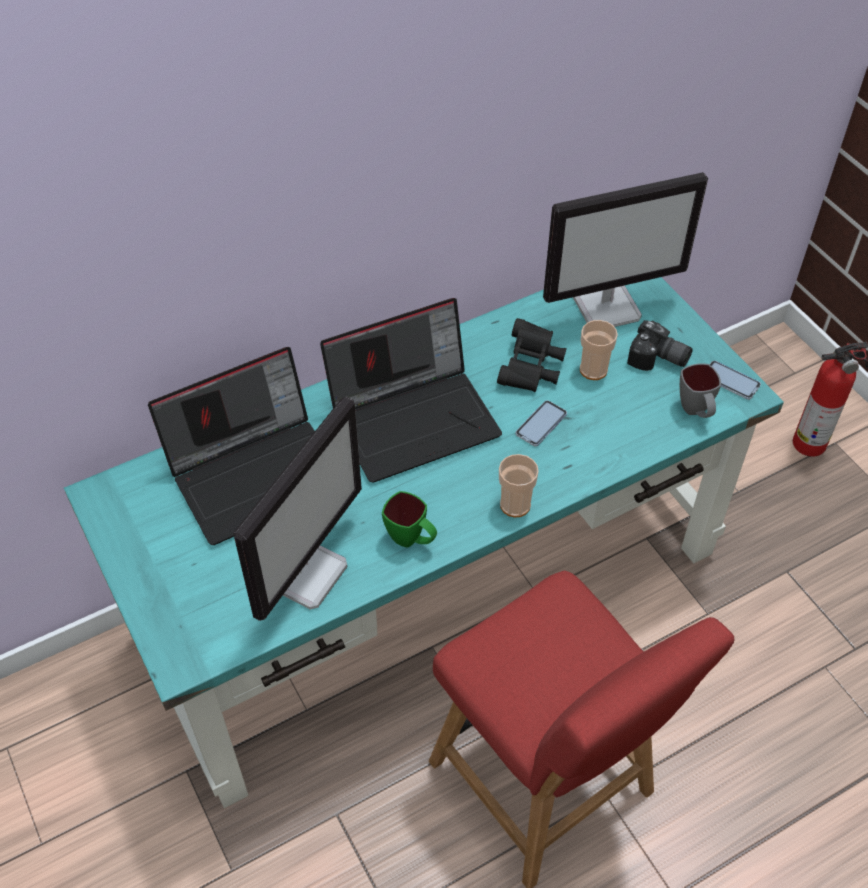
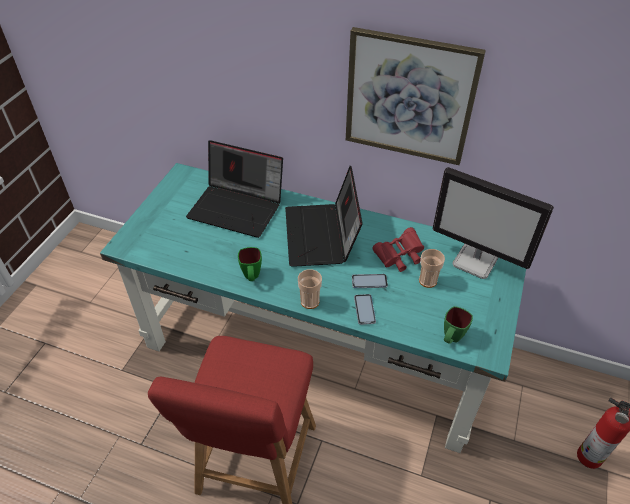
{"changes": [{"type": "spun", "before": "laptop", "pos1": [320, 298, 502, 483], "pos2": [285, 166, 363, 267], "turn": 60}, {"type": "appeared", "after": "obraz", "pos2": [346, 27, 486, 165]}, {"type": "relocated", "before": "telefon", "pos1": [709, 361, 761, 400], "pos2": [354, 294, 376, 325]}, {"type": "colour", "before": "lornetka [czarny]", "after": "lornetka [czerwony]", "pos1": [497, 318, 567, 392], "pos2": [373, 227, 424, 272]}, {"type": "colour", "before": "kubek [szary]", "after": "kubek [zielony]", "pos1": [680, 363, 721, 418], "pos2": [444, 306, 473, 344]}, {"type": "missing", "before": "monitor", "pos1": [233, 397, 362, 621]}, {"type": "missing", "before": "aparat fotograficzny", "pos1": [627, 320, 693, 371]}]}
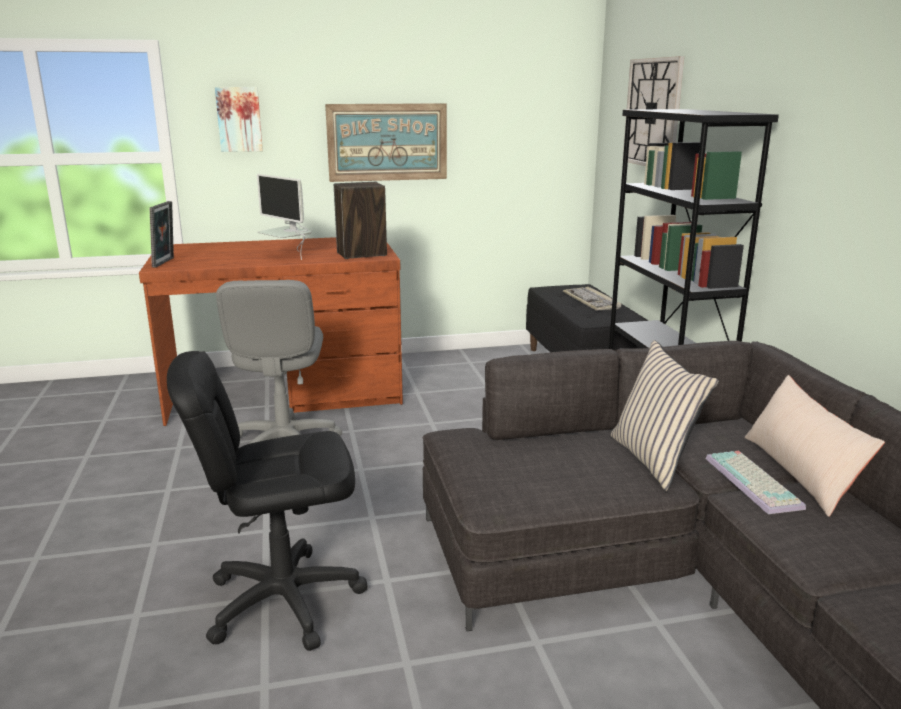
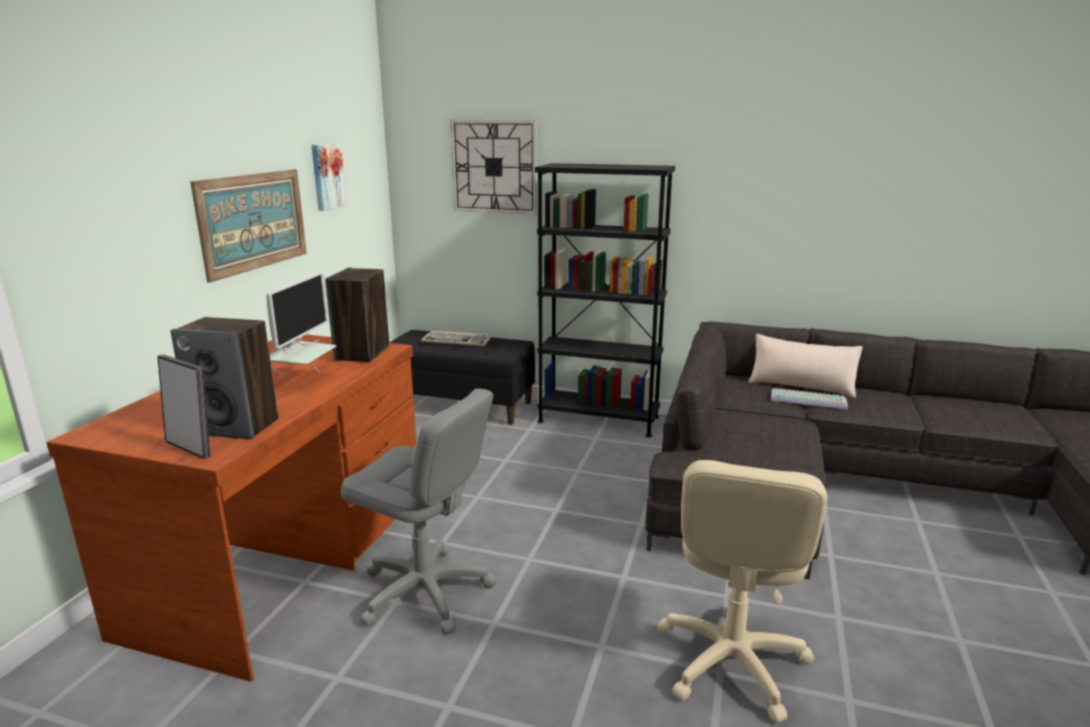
{"changes": [{"type": "appeared", "after": "głośnik", "pos2": [171, 317, 278, 440]}, {"type": "spun", "before": "monitor", "pos1": [257, 174, 312, 260], "pos2": [267, 272, 336, 380], "turn": -60}, {"type": "relocated", "before": "obraz", "pos1": [215, 87, 263, 152], "pos2": [311, 143, 347, 211]}, {"type": "colour", "before": "krzesło biurowe [czarny]", "after": "krzesło biurowe [beżowy]", "pos1": [167, 351, 368, 651], "pos2": [657, 460, 827, 723]}, {"type": "missing", "before": "poduszka [beżowy]", "pos1": [611, 340, 719, 491]}]}
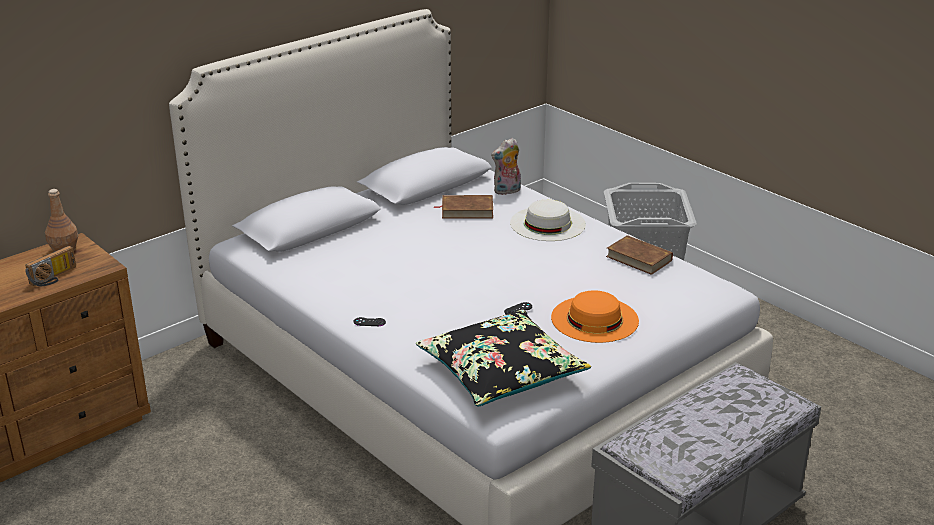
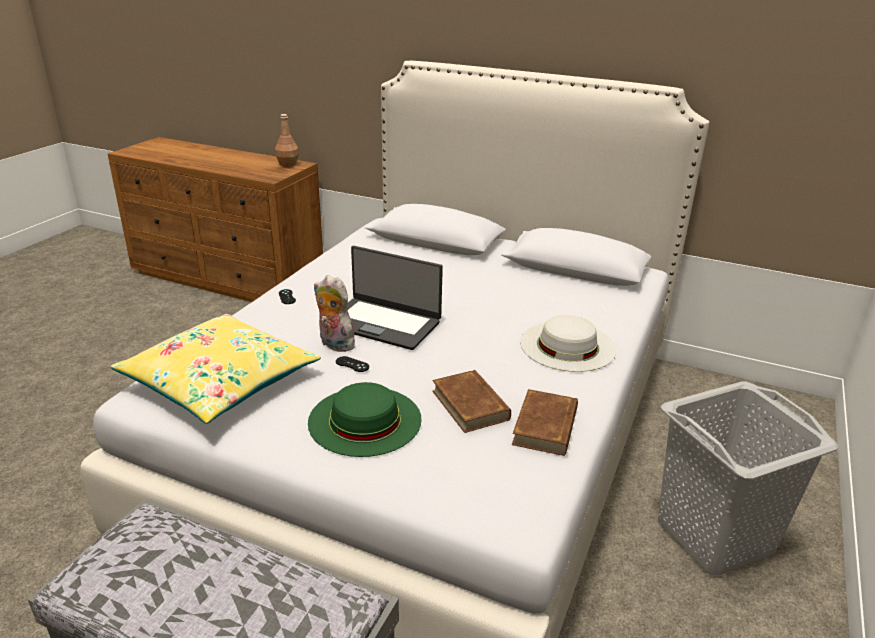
{"changes": [{"type": "colour", "before": "poduszka [czarny]", "after": "poduszka [żółty]", "pos1": [416, 310, 591, 406], "pos2": [110, 314, 321, 424]}, {"type": "colour", "before": "kapelusz [pomarańczowy]", "after": "kapelusz [zielony]", "pos1": [551, 290, 639, 343], "pos2": [308, 382, 422, 457]}, {"type": "relocated", "before": "pluszak", "pos1": [491, 138, 521, 195], "pos2": [314, 275, 355, 352]}, {"type": "appeared", "after": "laptop", "pos2": [347, 246, 443, 350]}, {"type": "relocated", "before": "książka [brązowy]", "pos1": [433, 195, 493, 219], "pos2": [432, 370, 511, 433]}, {"type": "missing", "before": "radio", "pos1": [25, 246, 76, 286]}]}
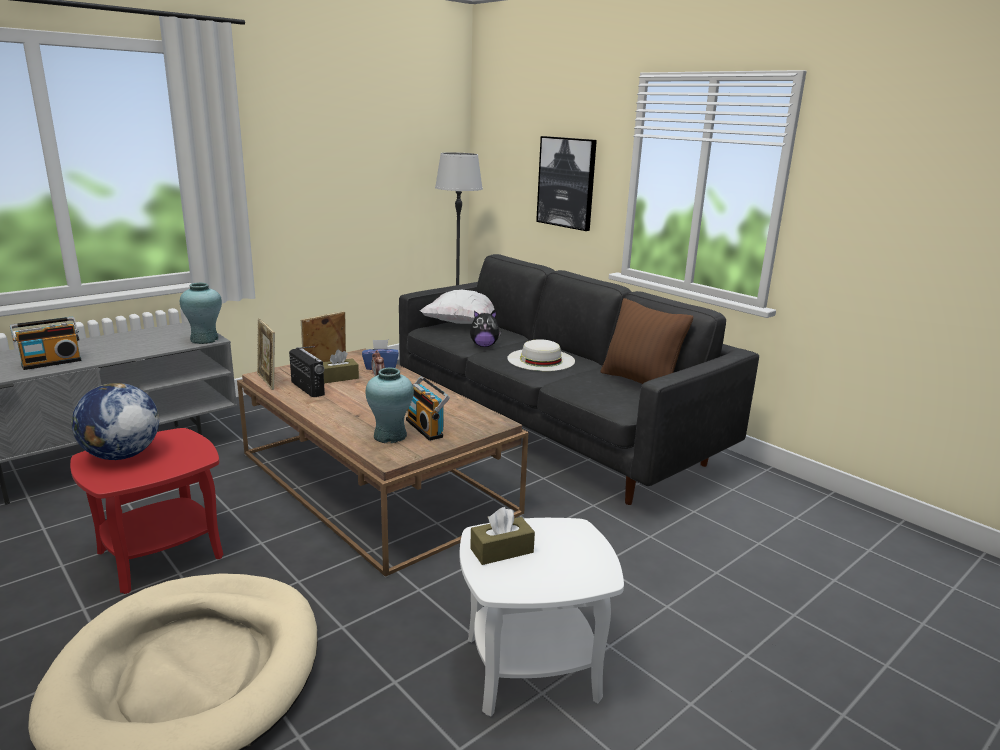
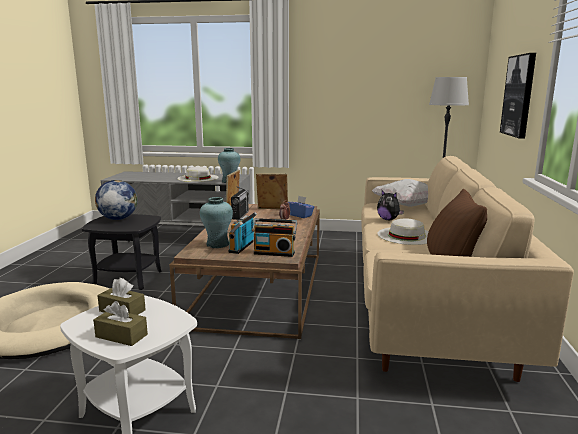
{"changes": [{"type": "colour", "before": "stolik [czerwony]", "after": "stolik [czarny]", "pos1": [70, 428, 224, 594], "pos2": [82, 214, 162, 290]}, {"type": "relocated", "before": "pudełko chusteczek [brązowy]", "pos1": [323, 350, 359, 383], "pos2": [93, 301, 148, 346]}, {"type": "appeared", "after": "kapelusz [biały]", "pos2": [177, 167, 219, 182]}, {"type": "relocated", "before": "radio", "pos1": [10, 317, 82, 370], "pos2": [252, 218, 297, 257]}, {"type": "colour", "before": "kanapa [czarny]", "after": "kanapa [beżowy]", "pos1": [399, 254, 759, 505], "pos2": [361, 156, 574, 382]}]}
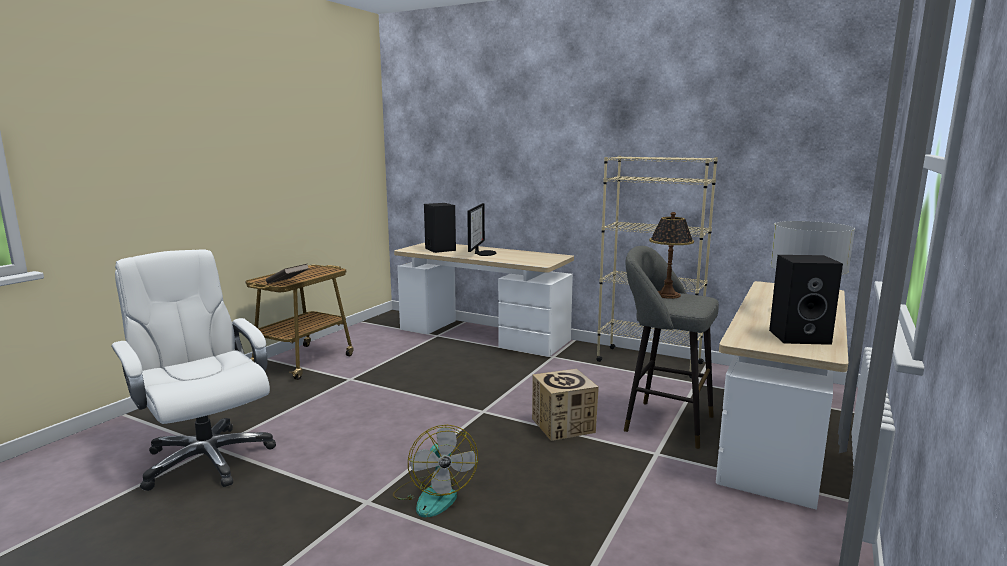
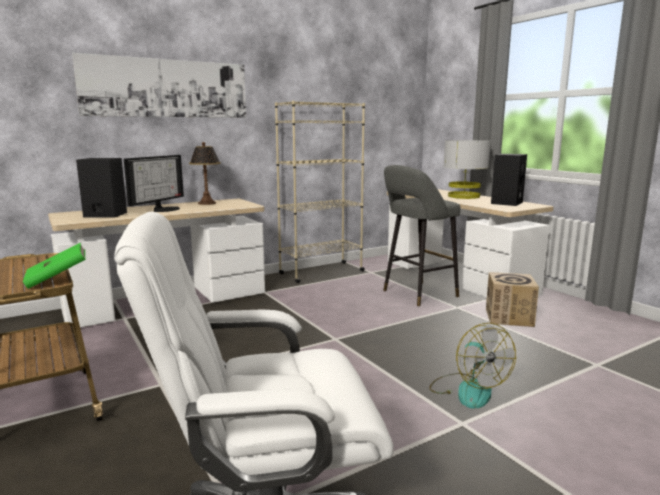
{"changes": [{"type": "colour", "before": "książka [brązowy]", "after": "książka [zielony]", "pos1": [266, 264, 309, 284], "pos2": [23, 243, 85, 289]}, {"type": "appeared", "after": "obraz", "pos2": [72, 53, 246, 118]}, {"type": "spun", "before": "monitor", "pos1": [467, 203, 496, 256], "pos2": [124, 155, 184, 212], "turn": 75}, {"type": "relocated", "before": "lampa stołowa", "pos1": [649, 212, 694, 299], "pos2": [189, 142, 221, 205]}, {"type": "spun", "before": "wentylator", "pos1": [393, 425, 478, 518], "pos2": [429, 323, 516, 409], "turn": 60}, {"type": "relocated", "before": "karton", "pos1": [532, 369, 599, 441], "pos2": [486, 272, 539, 327]}]}
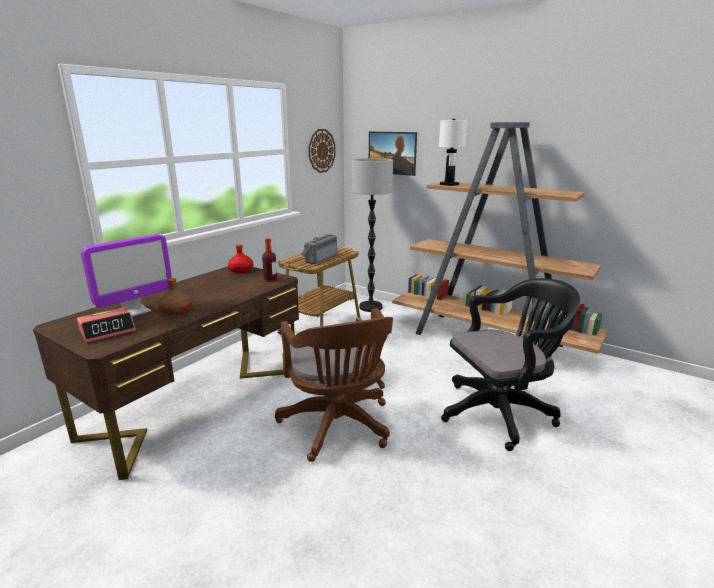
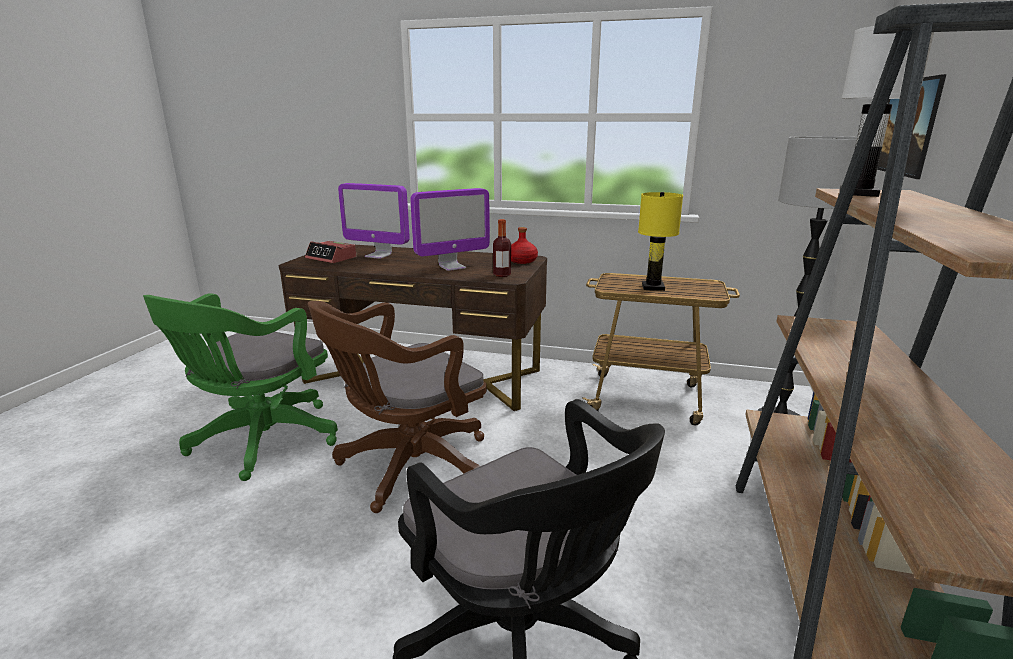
{"changes": [{"type": "appeared", "after": "krzesło biurowe [zielony]", "pos2": [143, 293, 338, 481]}, {"type": "appeared", "after": "monitor", "pos2": [411, 188, 490, 271]}, {"type": "exchanged", "before": "radio", "after": "lampa stołowa [żółty]", "pos1": [301, 234, 337, 264], "pos2": [638, 192, 683, 291]}, {"type": "missing", "before": "butelka [brązowy]", "pos1": [158, 278, 192, 315]}, {"type": "missing", "before": "zegar ścienny", "pos1": [309, 129, 336, 173]}]}
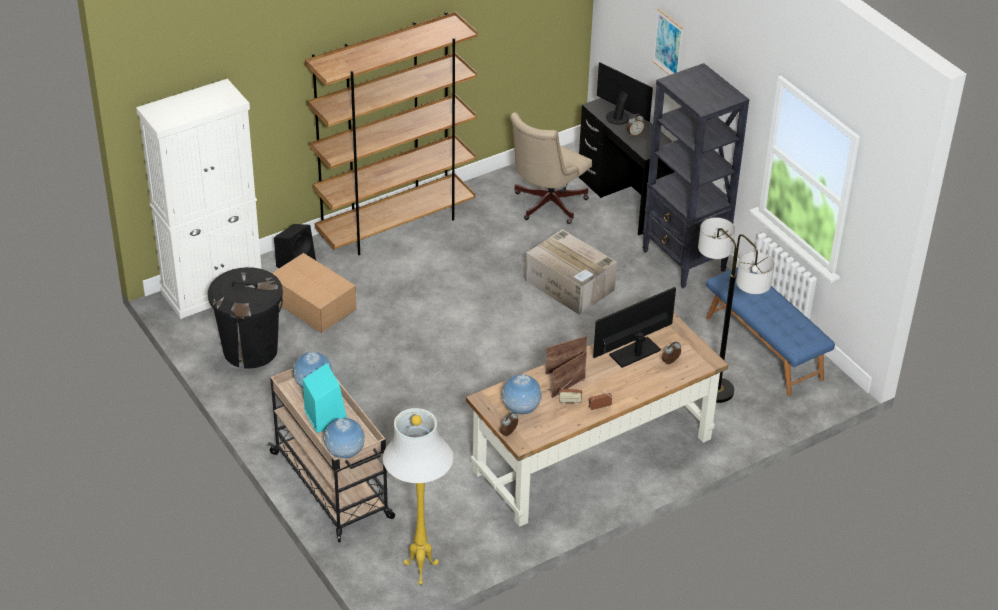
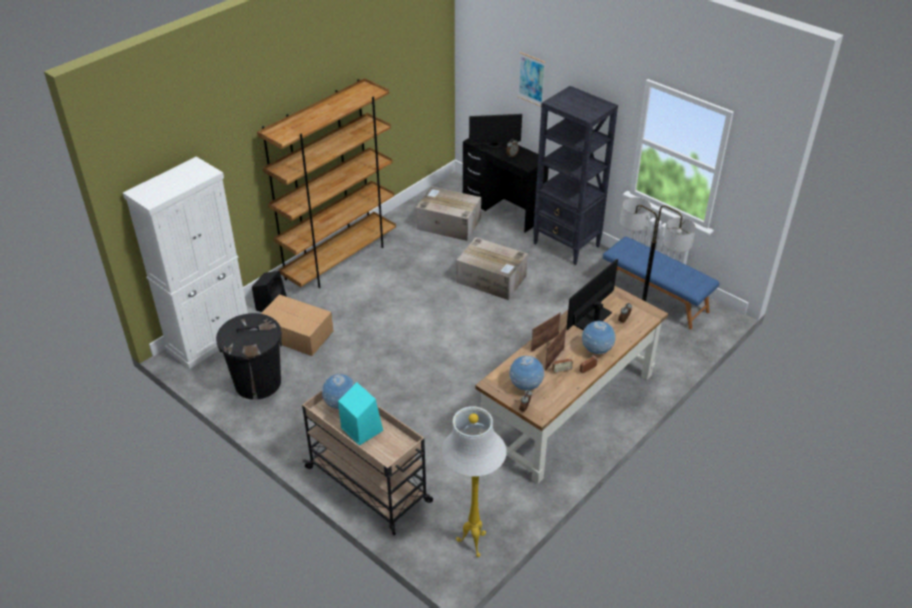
{"changes": [{"type": "exchanged", "before": "krzesło biurowe [beżowy]", "after": "karton", "pos1": [510, 112, 592, 224], "pos2": [416, 186, 481, 241]}, {"type": "spun", "before": "monitor", "pos1": [597, 62, 653, 125], "pos2": [469, 114, 522, 149], "turn": 150}, {"type": "relocated", "before": "globus", "pos1": [324, 418, 365, 459], "pos2": [582, 321, 615, 354]}]}
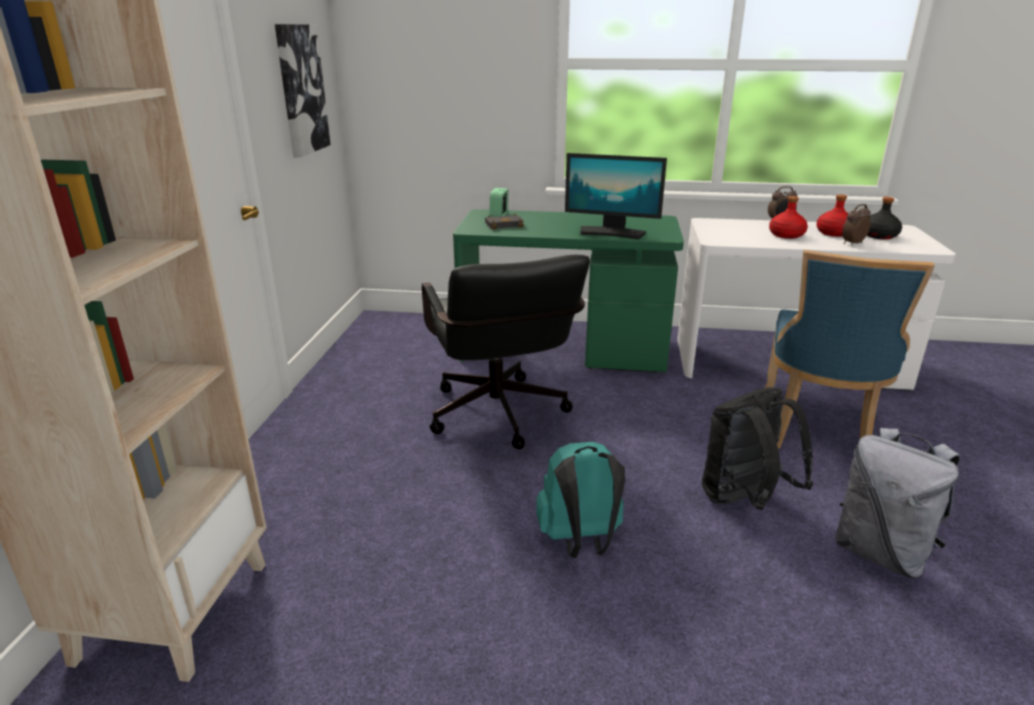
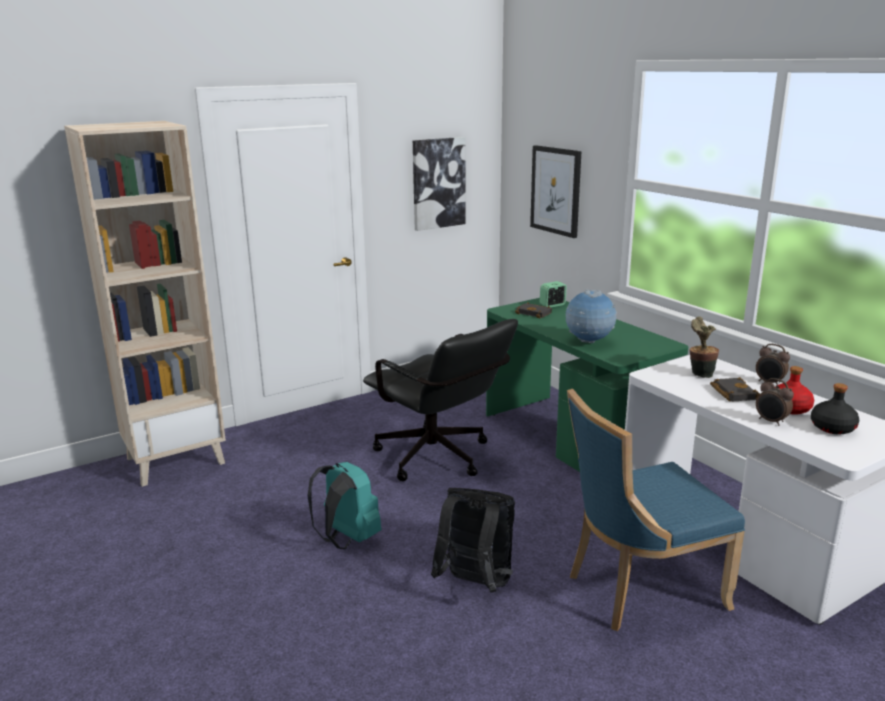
{"changes": [{"type": "spun", "before": "krzesło biurowe [czarny]", "pos1": [422, 255, 590, 449], "pos2": [363, 319, 518, 481], "turn": -75}, {"type": "appeared", "after": "obraz", "pos2": [530, 145, 581, 238]}, {"type": "exchanged", "before": "monitor", "after": "globus", "pos1": [565, 153, 667, 240], "pos2": [565, 290, 617, 343]}, {"type": "appeared", "after": "roślina doniczkowa", "pos2": [690, 316, 719, 378]}, {"type": "exchanged", "before": "butelka [czerwony]", "after": "książka [czarny]", "pos1": [769, 196, 808, 239], "pos2": [710, 377, 760, 401]}, {"type": "spun", "before": "budzik", "pos1": [842, 204, 871, 245], "pos2": [756, 378, 794, 426], "turn": -150}, {"type": "missing", "before": "plecak [szary]", "pos1": [835, 428, 960, 578]}]}
